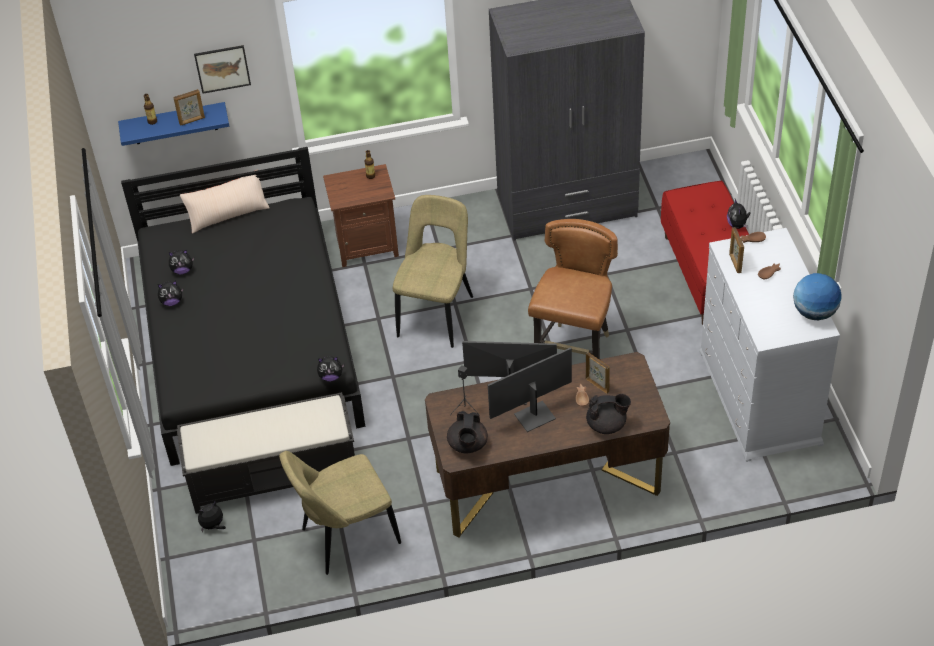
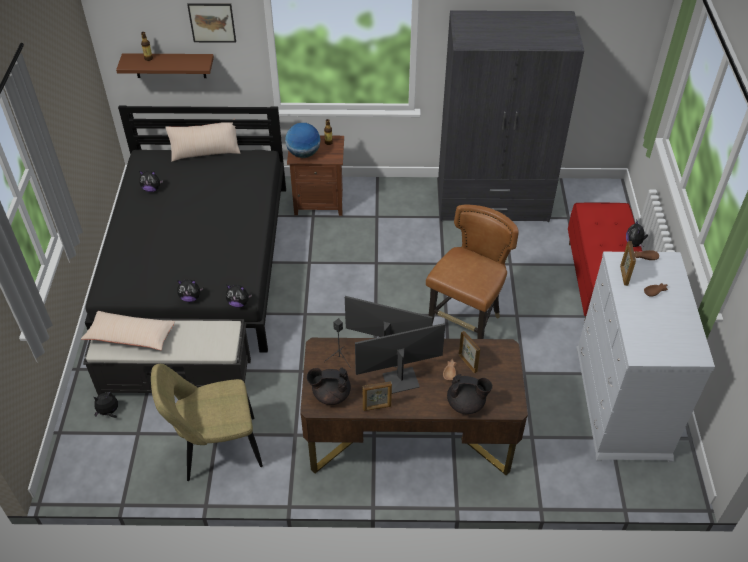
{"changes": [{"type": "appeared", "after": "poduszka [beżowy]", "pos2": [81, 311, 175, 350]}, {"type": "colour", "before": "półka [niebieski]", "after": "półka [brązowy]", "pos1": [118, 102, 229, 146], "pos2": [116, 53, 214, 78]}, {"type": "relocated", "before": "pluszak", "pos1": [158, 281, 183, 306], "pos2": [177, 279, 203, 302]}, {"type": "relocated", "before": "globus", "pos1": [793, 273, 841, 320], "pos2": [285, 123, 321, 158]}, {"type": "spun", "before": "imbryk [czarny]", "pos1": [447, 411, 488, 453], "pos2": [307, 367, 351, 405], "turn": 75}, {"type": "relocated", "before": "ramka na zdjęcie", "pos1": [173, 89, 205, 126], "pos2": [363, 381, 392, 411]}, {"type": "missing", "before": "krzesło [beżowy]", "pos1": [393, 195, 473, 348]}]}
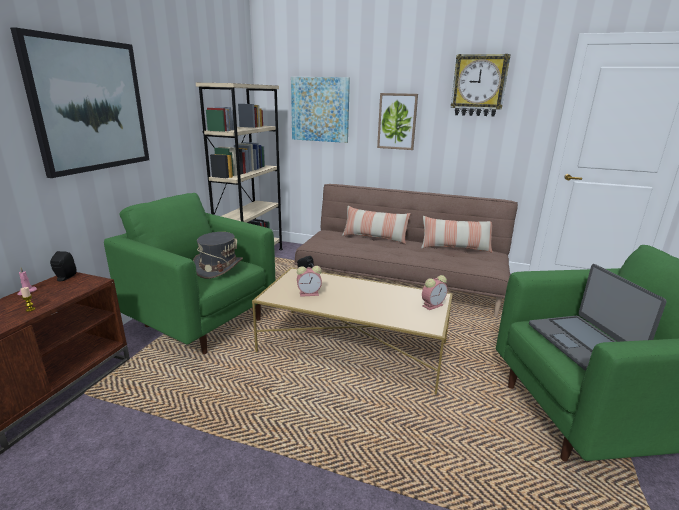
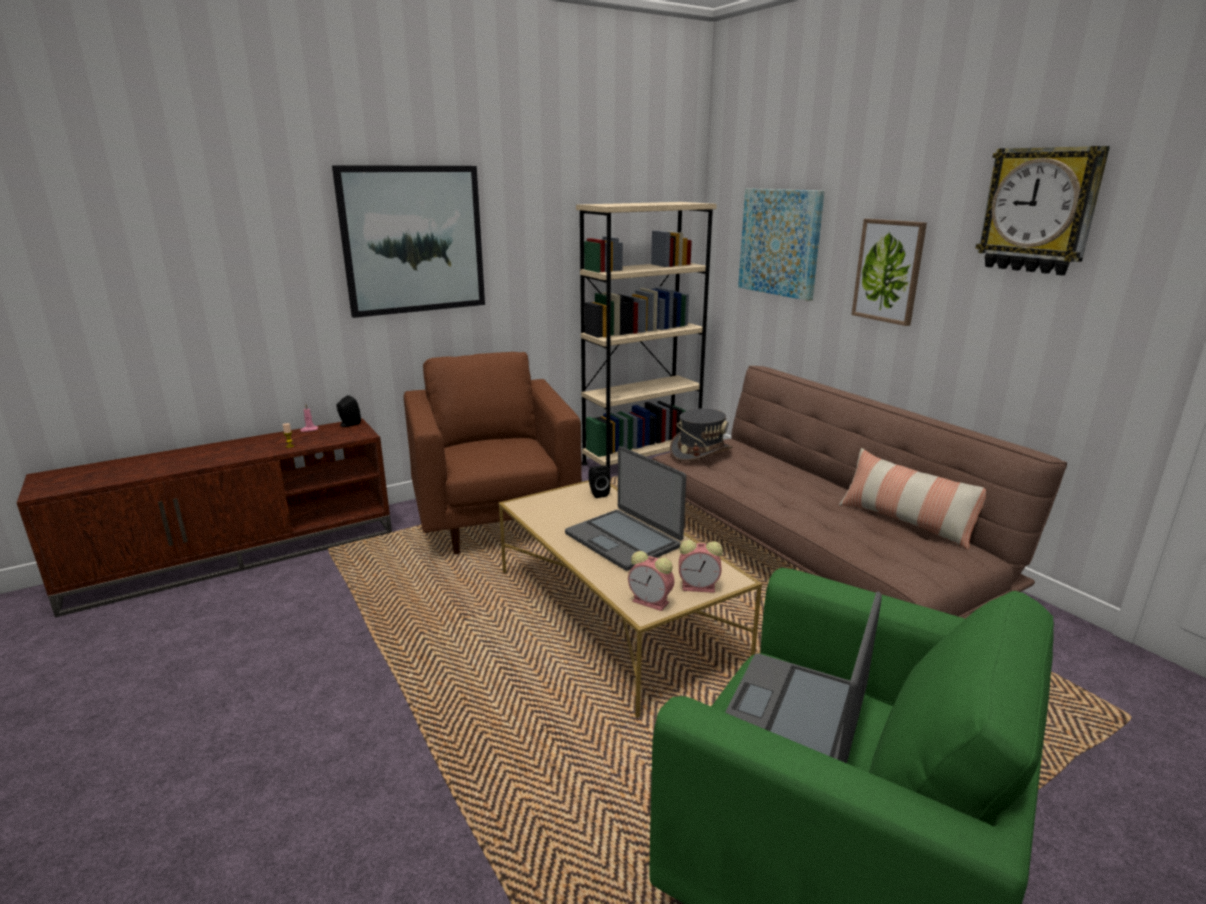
{"changes": [{"type": "colour", "before": "fotel [zielony]", "after": "fotel [brązowy]", "pos1": [104, 193, 275, 354], "pos2": [404, 352, 582, 554]}, {"type": "appeared", "after": "laptop", "pos2": [565, 446, 686, 571]}, {"type": "relocated", "before": "budzik", "pos1": [297, 266, 322, 297], "pos2": [628, 551, 674, 611]}, {"type": "relocated", "before": "kapelusz [szary]", "pos1": [193, 232, 243, 279], "pos2": [670, 409, 732, 461]}, {"type": "missing", "before": "poduszka", "pos1": [342, 206, 411, 244]}]}
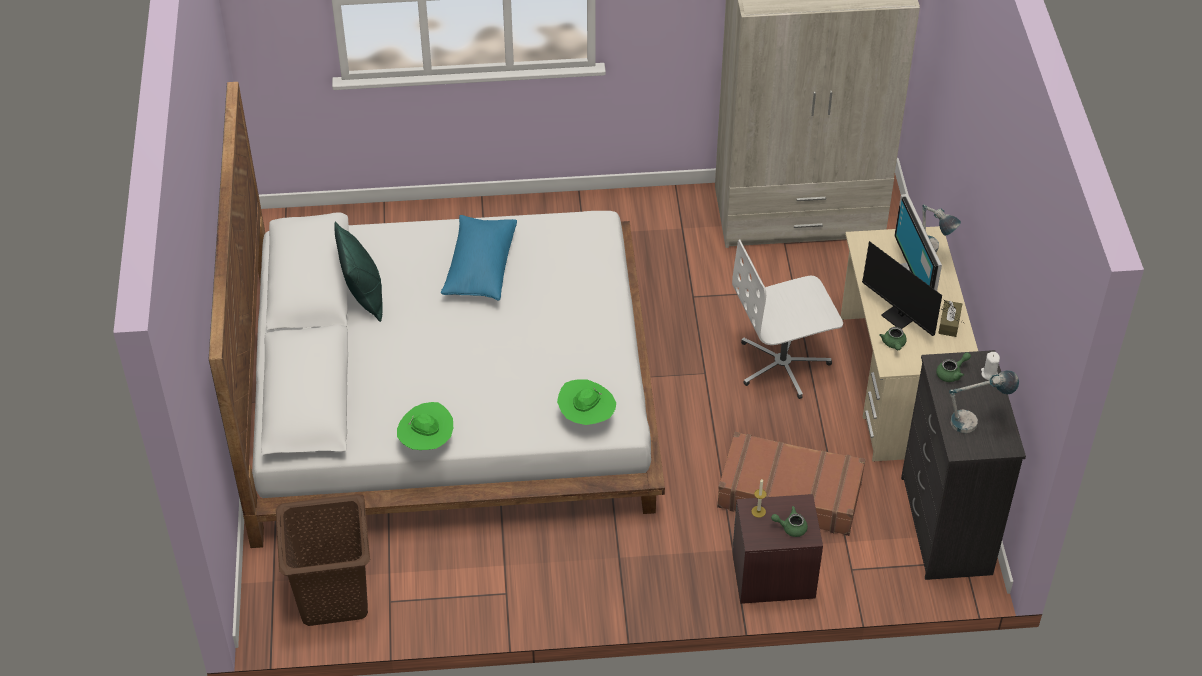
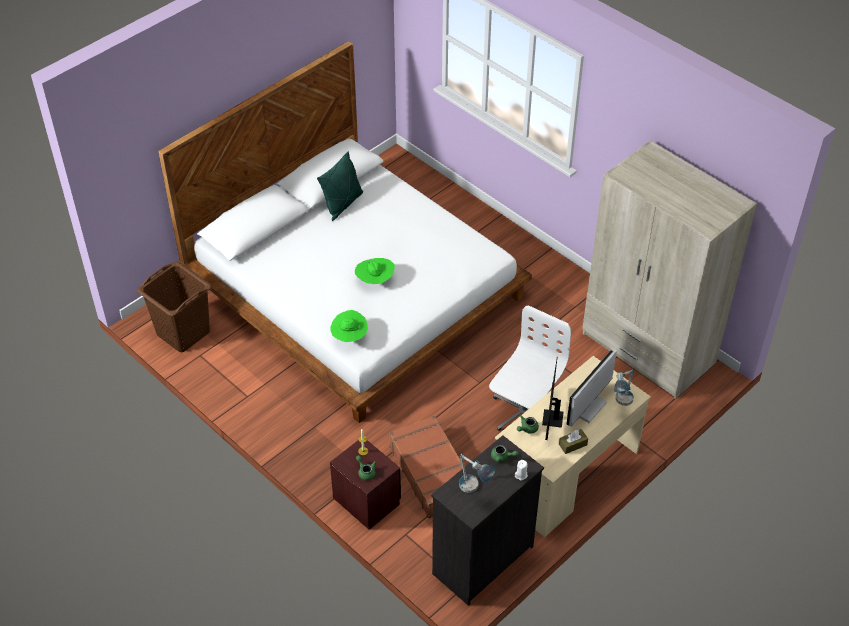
{"changes": [{"type": "relocated", "before": "kapelusz [zielony]", "pos1": [397, 402, 453, 450], "pos2": [355, 258, 395, 284]}, {"type": "spun", "before": "krzesło biurowe [biały]", "pos1": [732, 239, 843, 399], "pos2": [489, 305, 571, 431], "turn": 90}, {"type": "missing", "before": "poduszka [niebieski]", "pos1": [441, 215, 517, 301]}]}
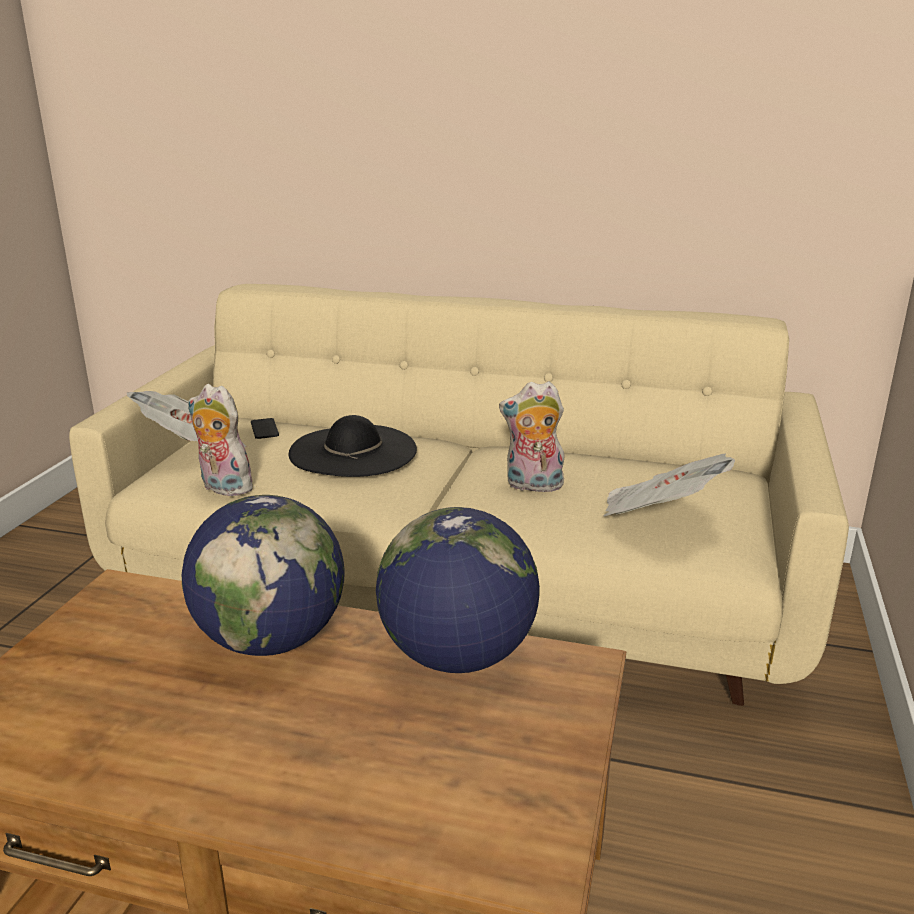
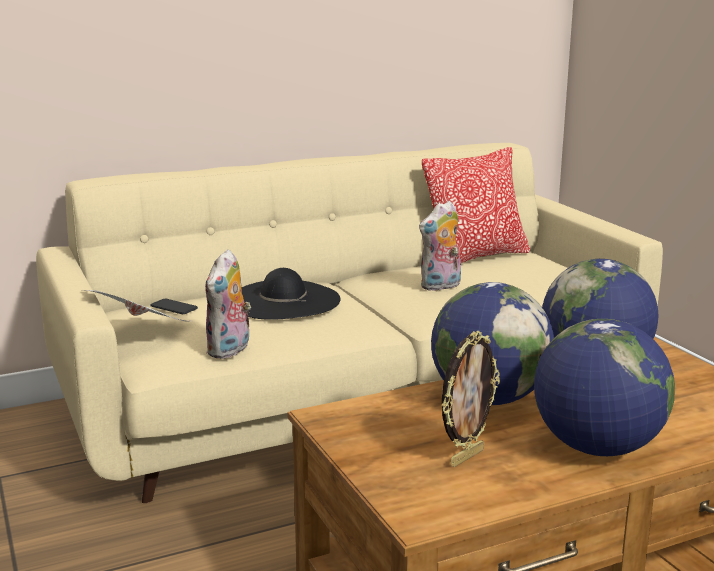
{"changes": [{"type": "spun", "before": "pluszak", "pos1": [188, 384, 253, 496], "pos2": [205, 249, 251, 359], "turn": -60}, {"type": "appeared", "after": "poduszka", "pos2": [422, 147, 530, 263]}, {"type": "appeared", "after": "ramka na zdjęcie", "pos2": [442, 331, 500, 467]}, {"type": "appeared", "after": "globus", "pos2": [534, 319, 675, 456]}, {"type": "missing", "before": "gazeta", "pos1": [603, 453, 735, 517]}]}
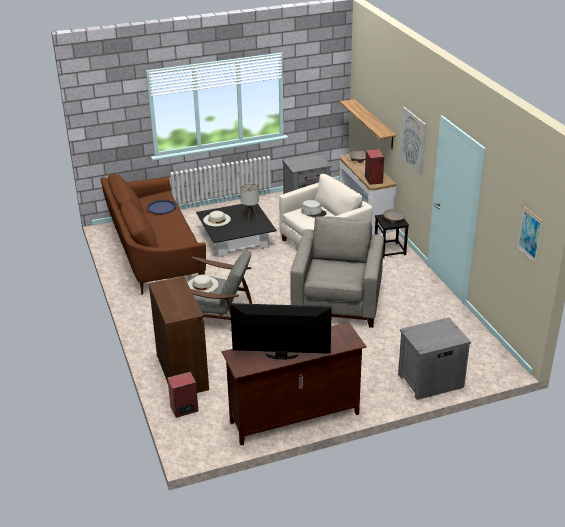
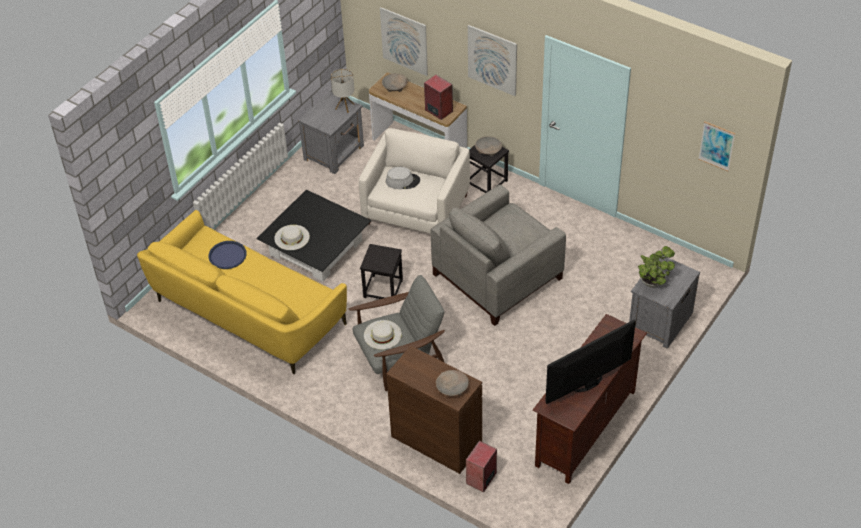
{"changes": [{"type": "colour", "before": "kanapa [brązowy]", "after": "kanapa [żółty]", "pos1": [100, 174, 206, 295], "pos2": [137, 210, 347, 374]}, {"type": "relocated", "before": "lampa stołowa", "pos1": [240, 183, 259, 221], "pos2": [331, 69, 355, 113]}, {"type": "appeared", "after": "stołek [czarny]", "pos2": [360, 244, 403, 299]}, {"type": "exchanged", "before": "półka", "after": "obraz", "pos1": [340, 99, 396, 149], "pos2": [380, 7, 428, 76]}, {"type": "spun", "before": "fotel [szary]", "pos1": [290, 216, 384, 328], "pos2": [431, 185, 566, 326], "turn": -105}, {"type": "appeared", "after": "miska [beżowy]", "pos2": [436, 370, 469, 396]}, {"type": "appeared", "after": "roślina doniczkowa", "pos2": [637, 246, 675, 288]}]}
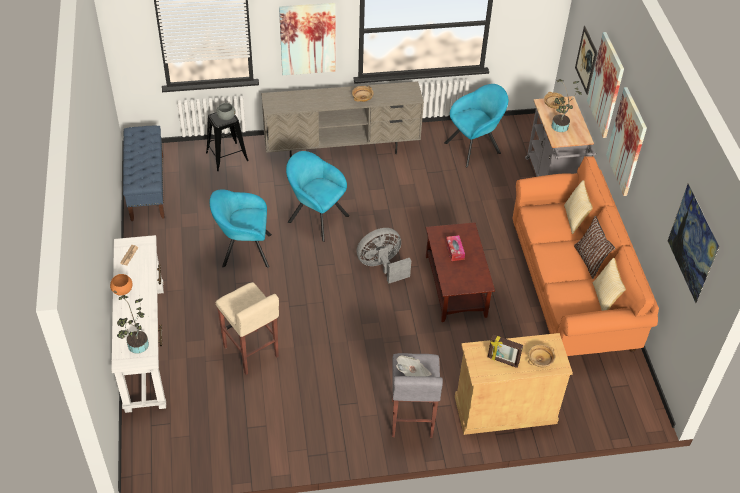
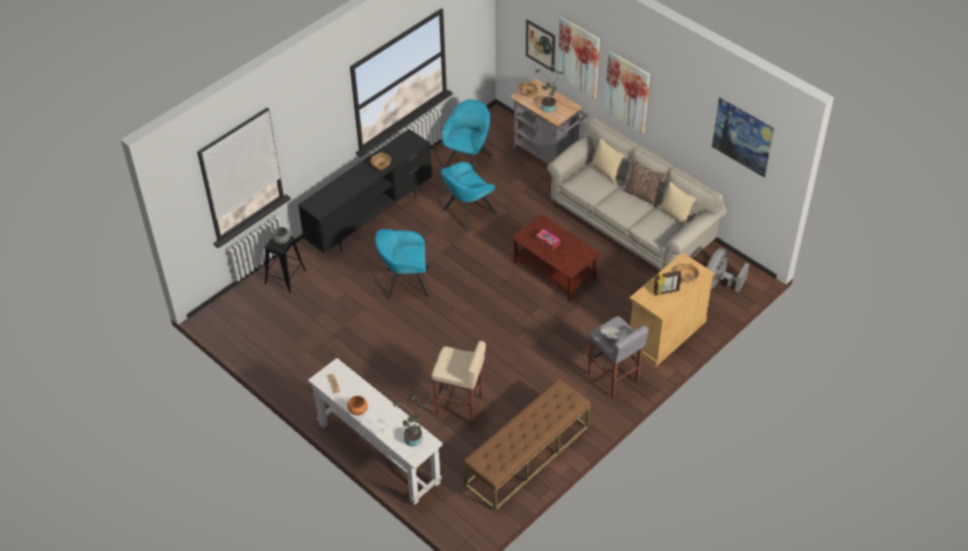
{"changes": [{"type": "colour", "before": "szafka pod telewizor [beżowy]", "after": "szafka pod telewizor [czarny]", "pos1": [261, 81, 424, 157], "pos2": [298, 129, 432, 253]}, {"type": "relocated", "before": "fotel [turkusowy]", "pos1": [209, 189, 272, 268], "pos2": [441, 162, 498, 231]}, {"type": "appeared", "after": "ławka [brązowy]", "pos2": [463, 379, 591, 511]}, {"type": "colour", "before": "kanapa [pomarańczowy]", "after": "kanapa [beżowy]", "pos1": [512, 156, 659, 356], "pos2": [547, 117, 727, 271]}, {"type": "relocated", "before": "wentylator [szary]", "pos1": [357, 228, 411, 283], "pos2": [706, 248, 749, 293]}, {"type": "missing", "before": "ławka [niebieski]", "pos1": [123, 126, 165, 221]}, {"type": "missing", "before": "obraz", "pos1": [279, 3, 336, 75]}]}
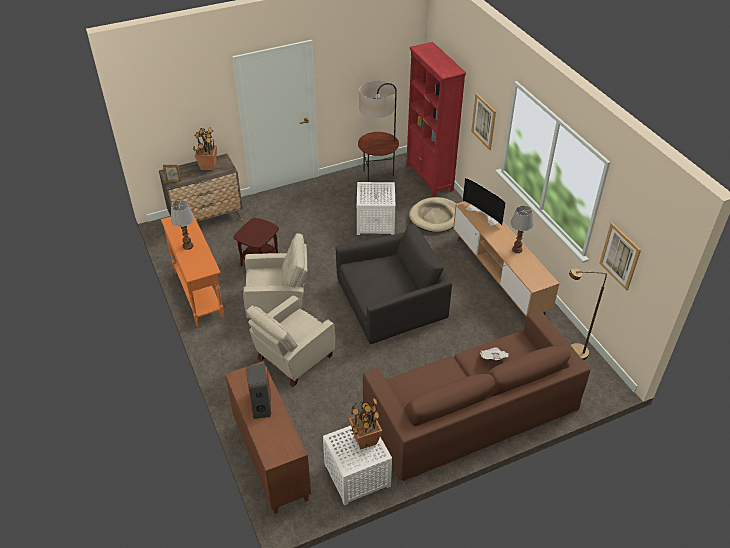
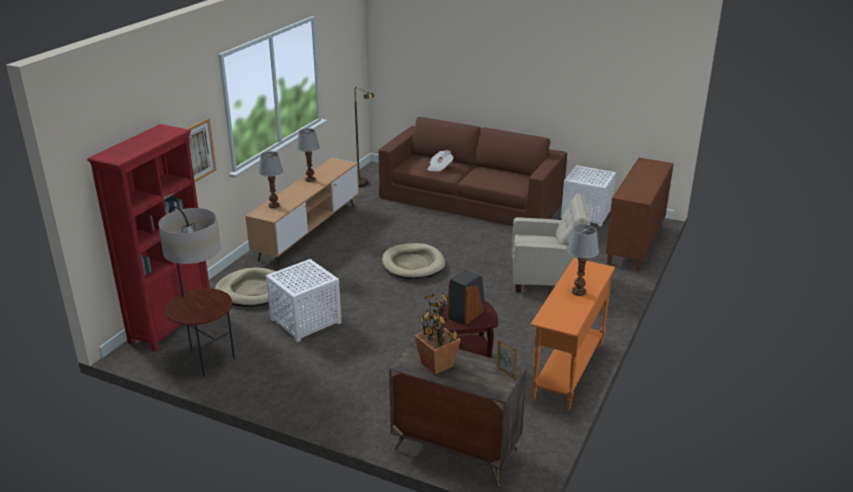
{"changes": [{"type": "exchanged", "before": "telewizor", "after": "lampa stołowa", "pos1": [462, 178, 506, 226], "pos2": [259, 151, 283, 209]}, {"type": "exchanged", "before": "fotel [czarny]", "after": "legowisko [beżowy]", "pos1": [335, 224, 452, 344], "pos2": [382, 243, 445, 279]}, {"type": "relocated", "before": "głośnik", "pos1": [246, 364, 271, 419], "pos2": [448, 270, 486, 326]}, {"type": "missing", "before": "fotel [beżowy]", "pos1": [243, 233, 308, 319]}, {"type": "missing", "before": "roślina doniczkowa", "pos1": [349, 397, 382, 450]}, {"type": "missing", "before": "obraz", "pos1": [600, 223, 641, 291]}]}
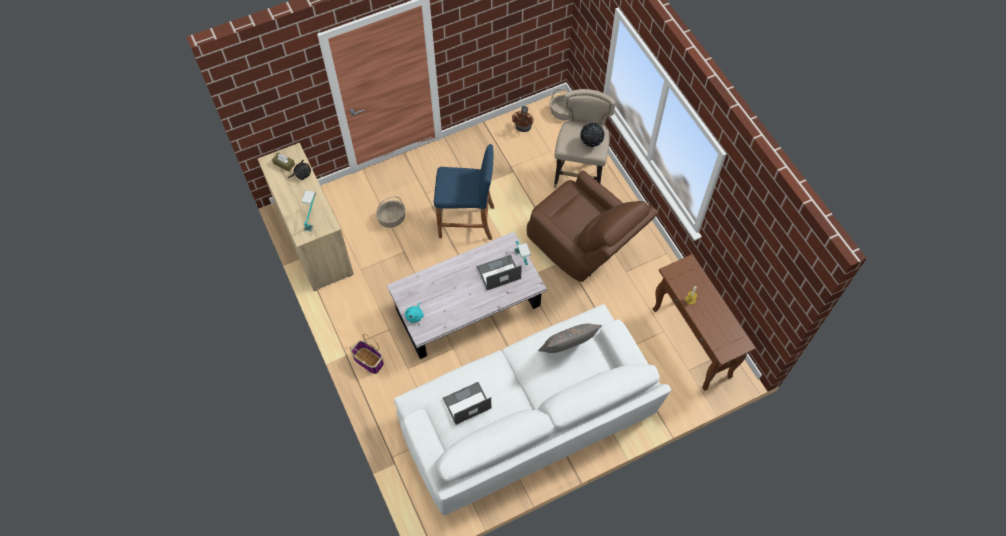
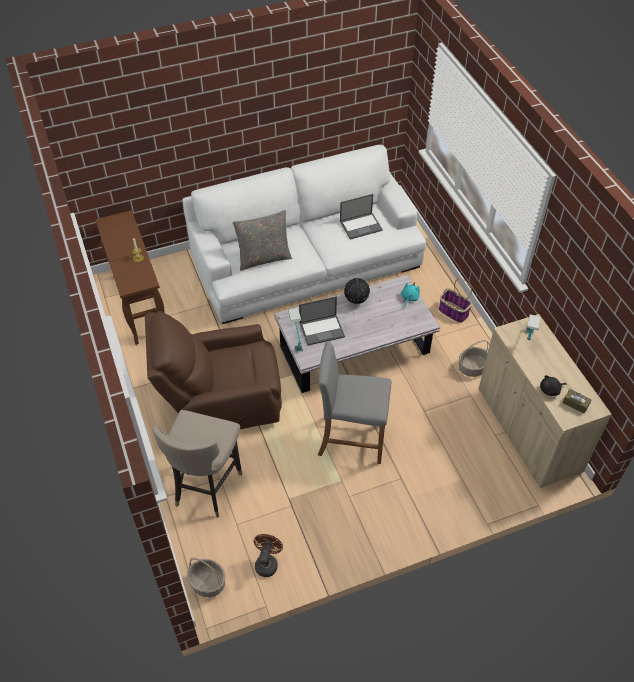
{"changes": [{"type": "spun", "before": "fotel [brązowy]", "pos1": [527, 171, 658, 282], "pos2": [145, 311, 282, 429], "turn": -60}, {"type": "colour", "before": "stołek [niebieski]", "after": "stołek [szary]", "pos1": [434, 144, 494, 240], "pos2": [318, 341, 391, 464]}, {"type": "relocated", "before": "globus", "pos1": [580, 123, 604, 147], "pos2": [344, 278, 370, 304]}, {"type": "relocated", "before": "koszyk", "pos1": [376, 196, 405, 228], "pos2": [459, 340, 490, 377]}]}
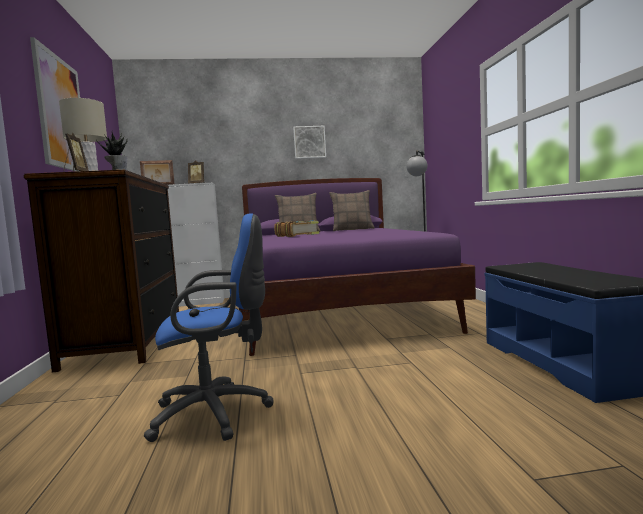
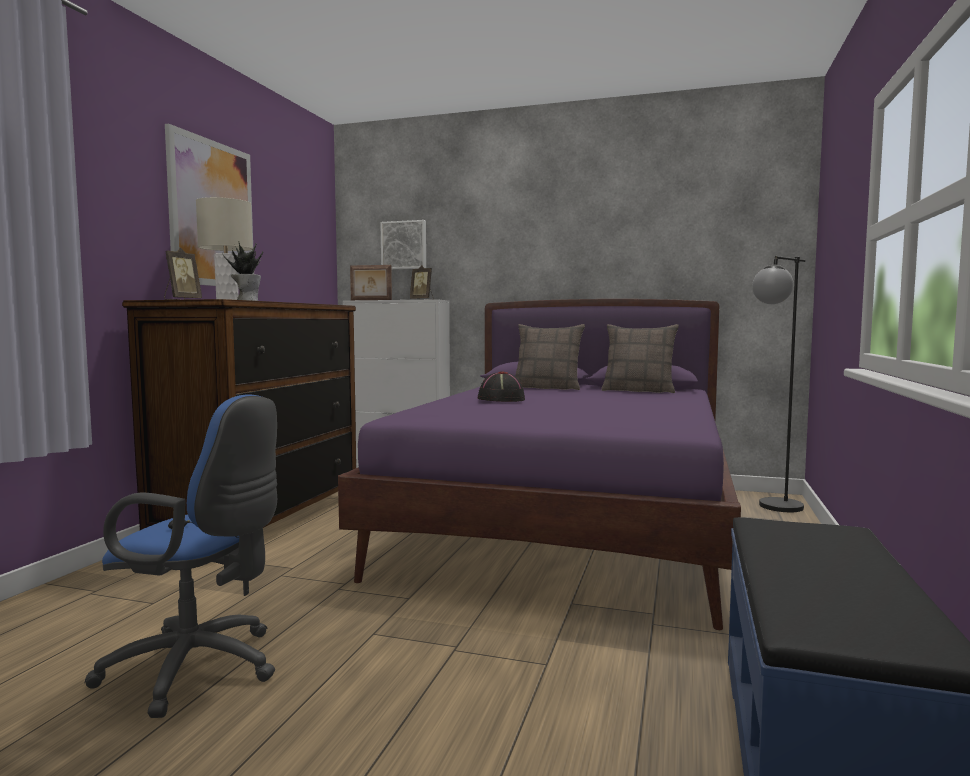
{"changes": [{"type": "relocated", "before": "obraz", "pos1": [293, 126, 326, 159], "pos2": [380, 220, 426, 269]}, {"type": "exchanged", "before": "książka", "after": "kapelusz [czarny]", "pos1": [274, 221, 319, 237], "pos2": [477, 371, 525, 402]}]}
